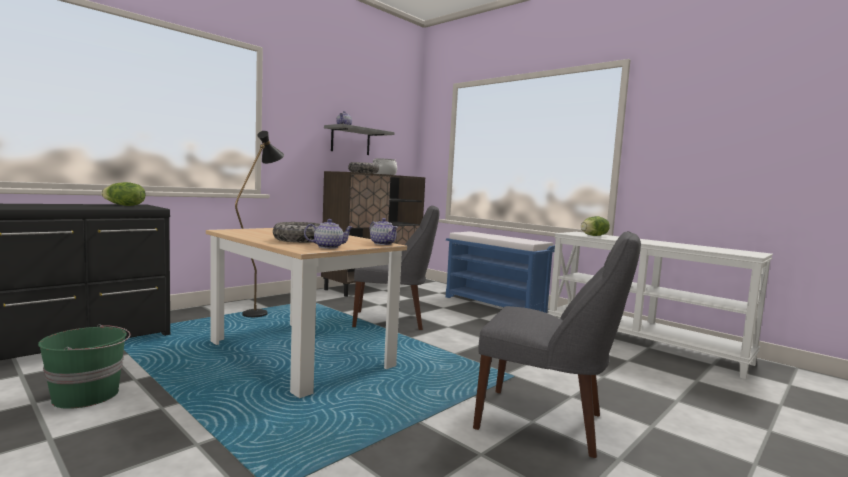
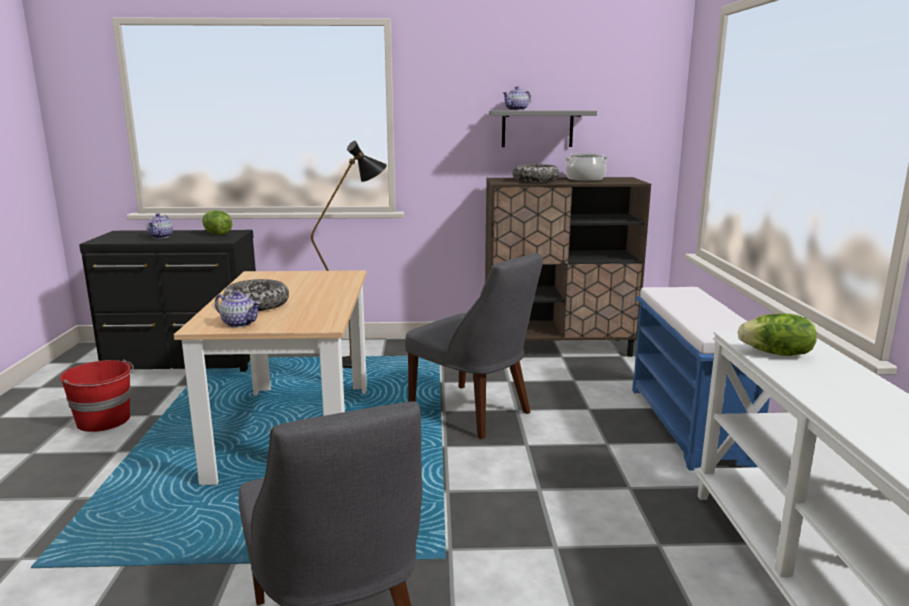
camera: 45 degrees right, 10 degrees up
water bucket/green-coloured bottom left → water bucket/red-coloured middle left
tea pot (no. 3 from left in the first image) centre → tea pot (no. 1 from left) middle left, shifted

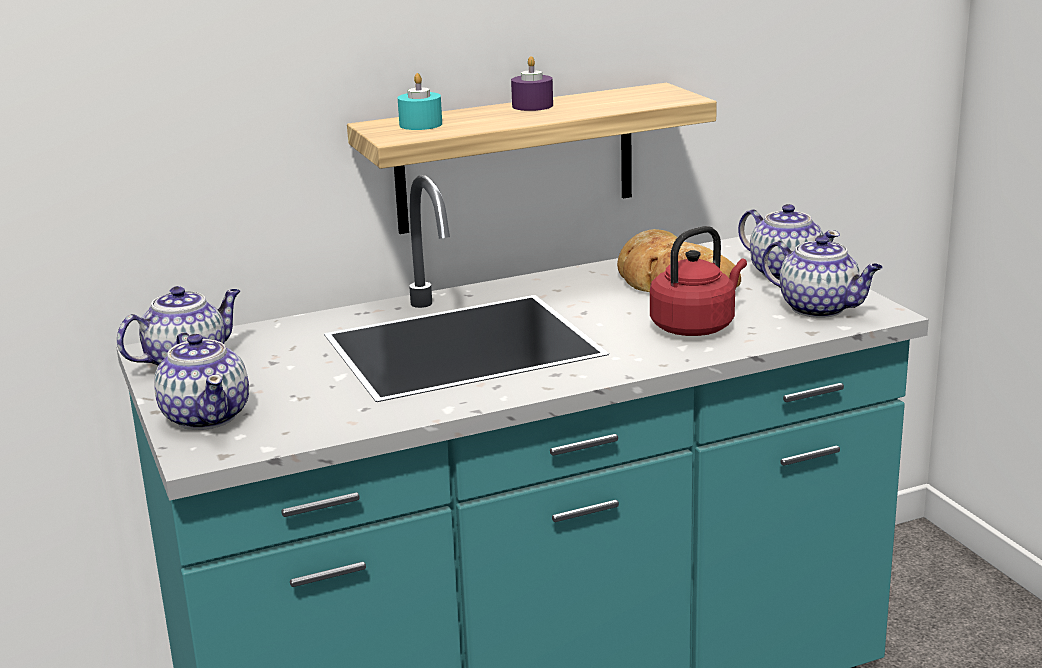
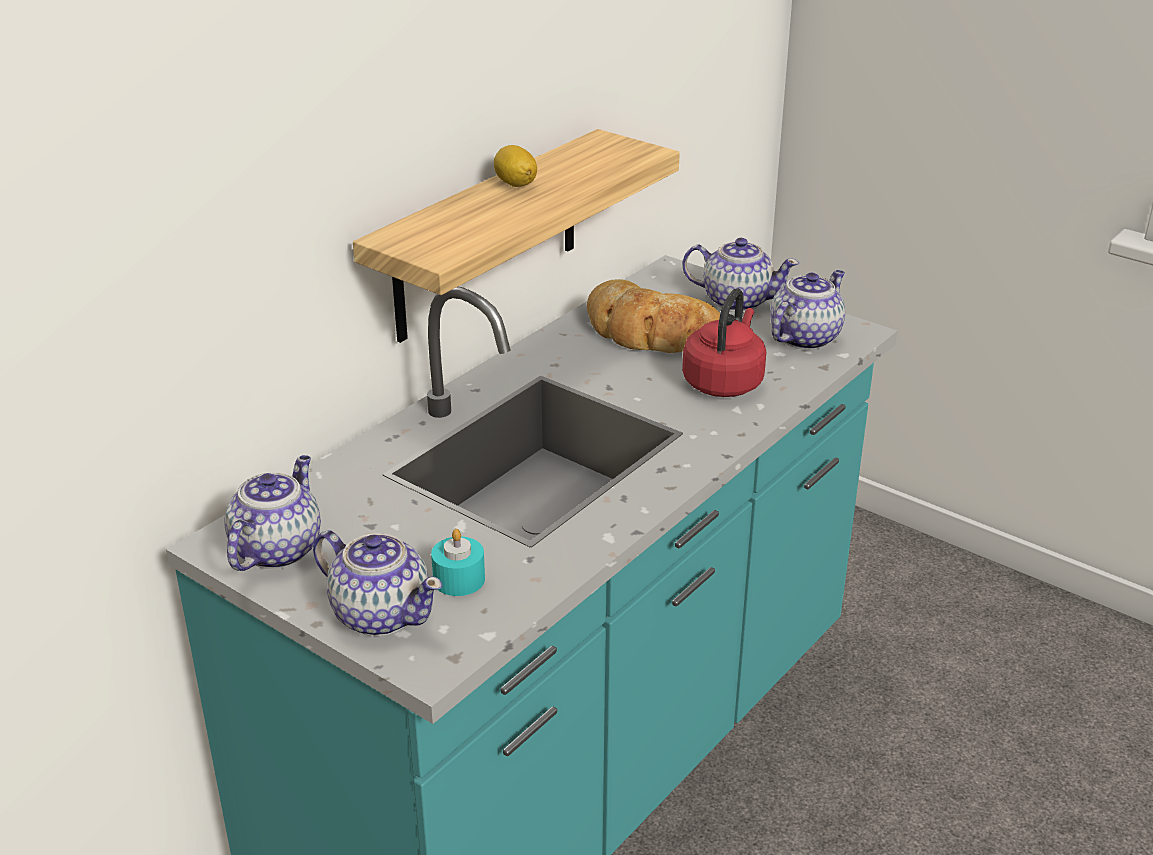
camera: 30 degrees left, 10 degrees up
wax candle/turquoise top centre → wax candle/turquoise centre, shifted
wax candle/purple top centre → citrus fruit top centre
tea pot (no. 4 from left) middle right, 60 degrees counterclockwise

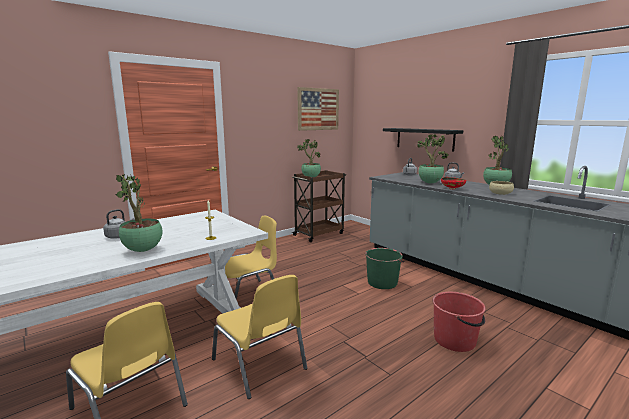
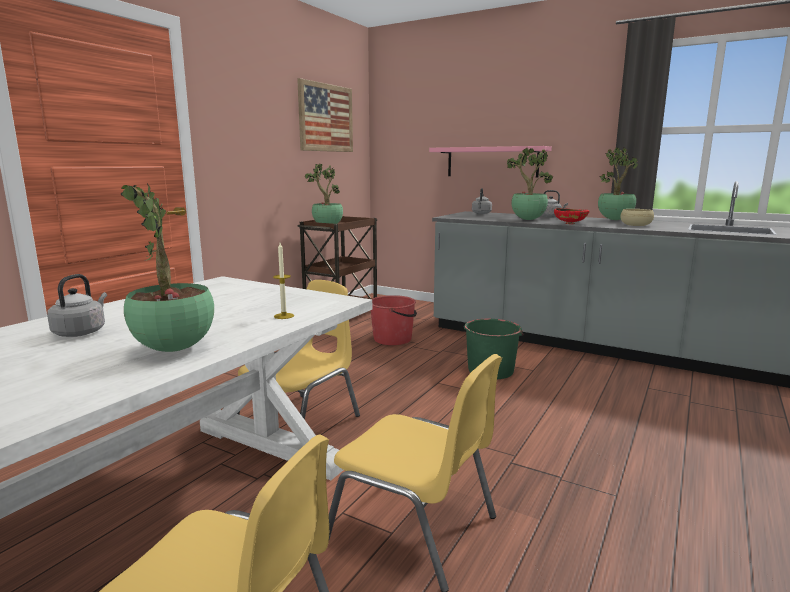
camera: 20 degrees left, 0 degrees up
shelf/blackish middle right → shelf/pinkish top centre
water bucket/red-coloured bottom right → water bucket/red-coloured centre, shifted

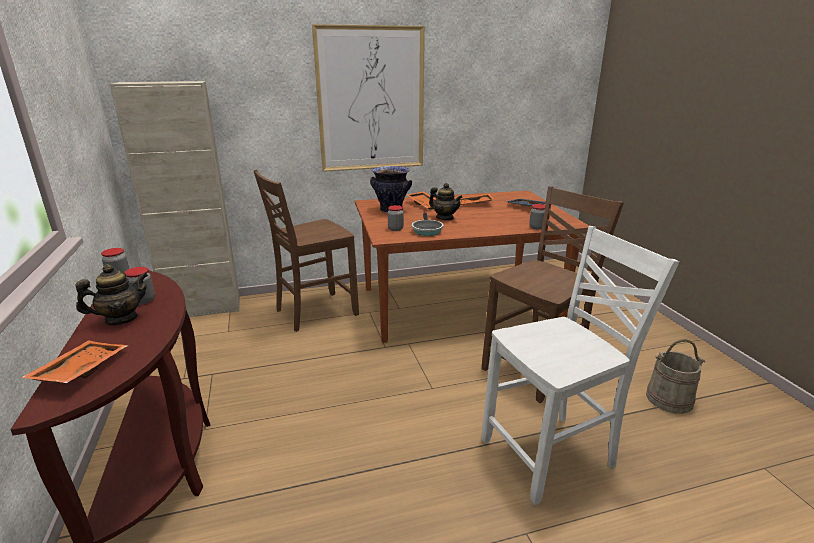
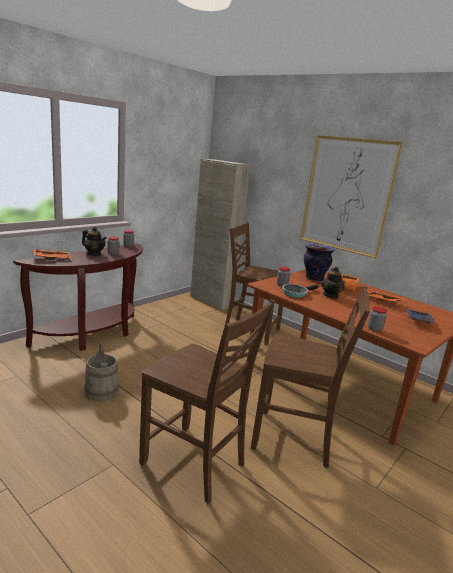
camera: 55 degrees right, 5 degrees down
plain chair/white bottom right → plain chair/brownish (no. 1 from left) bottom centre
water bucket/beige-coloured bottom right → water bucket/beige-coloured middle left, shifted

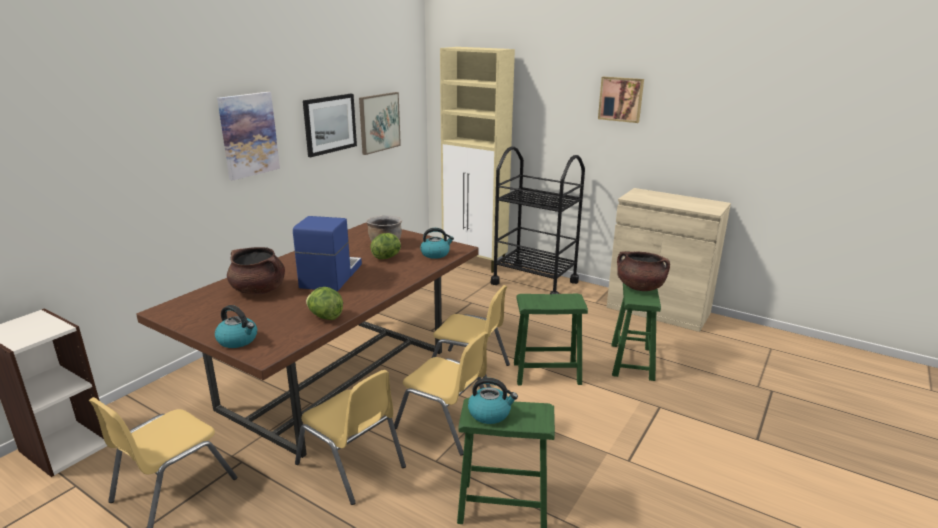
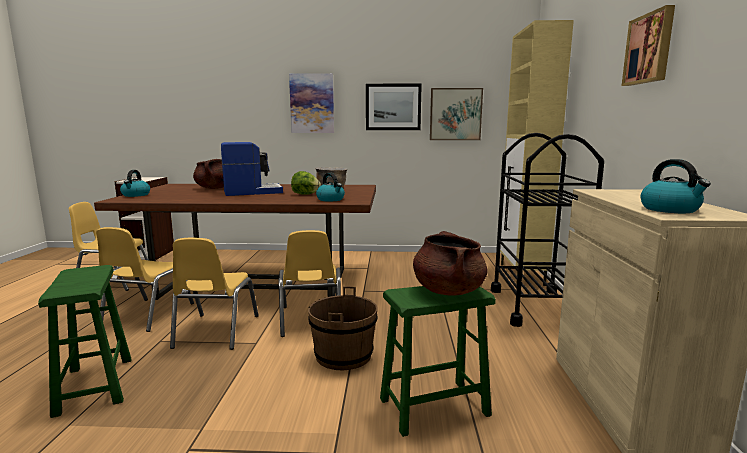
camera: 60 degrees right, 10 degrees down
lettuce head (no. 1 from left) centre → -
kettle (no. 3 from left) bottom centre → kettle (no. 3 from left) middle right, shifted
stool/green-coloured (no. 2 from left) centre → water bucket/brownish bottom centre

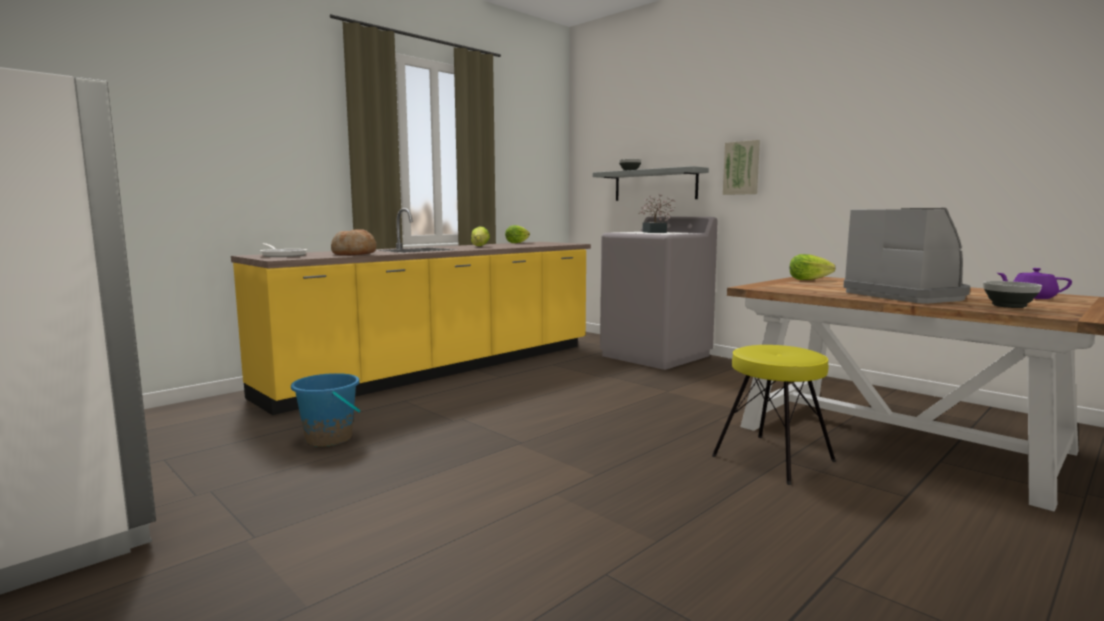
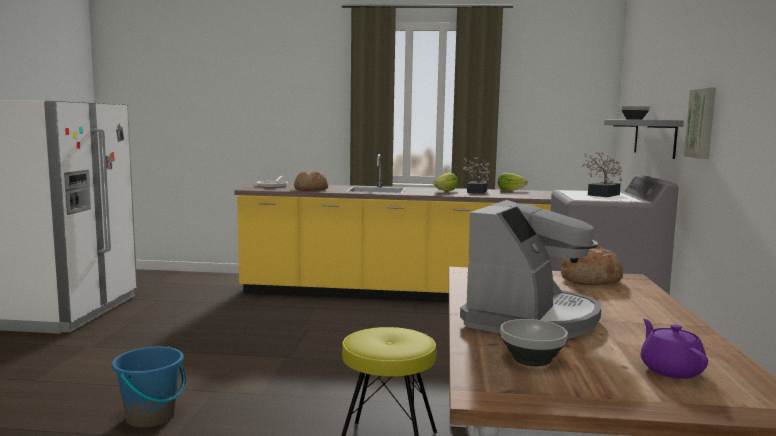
camera: 50 degrees right, 0 degrees up
water bucket/blue middle left → water bucket/blue bottom left, shifted
lettuce head (no. 3 from left) middle right → bakery bread (no. 2 from left) middle right
- → plant in a pot (no. 1 from left) centre

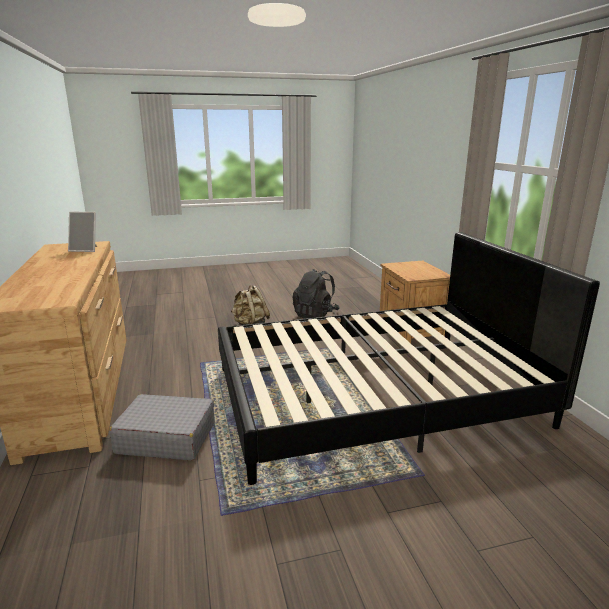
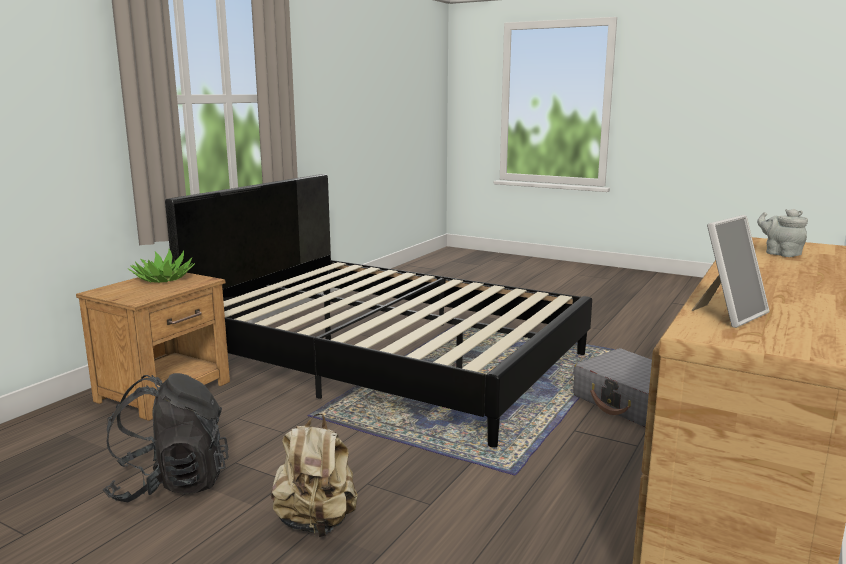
camera: 135 degrees left, 5 degrees down
picture frame middle left → picture frame middle right, 90 degrees clockwise
- → plant in a pot middle left
- → tea pot/gray middle right

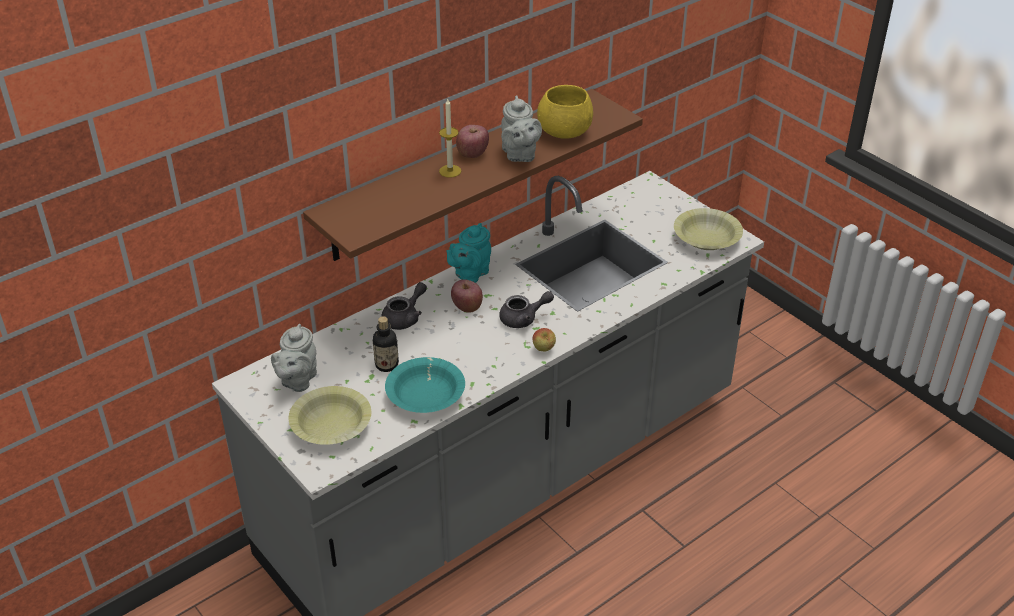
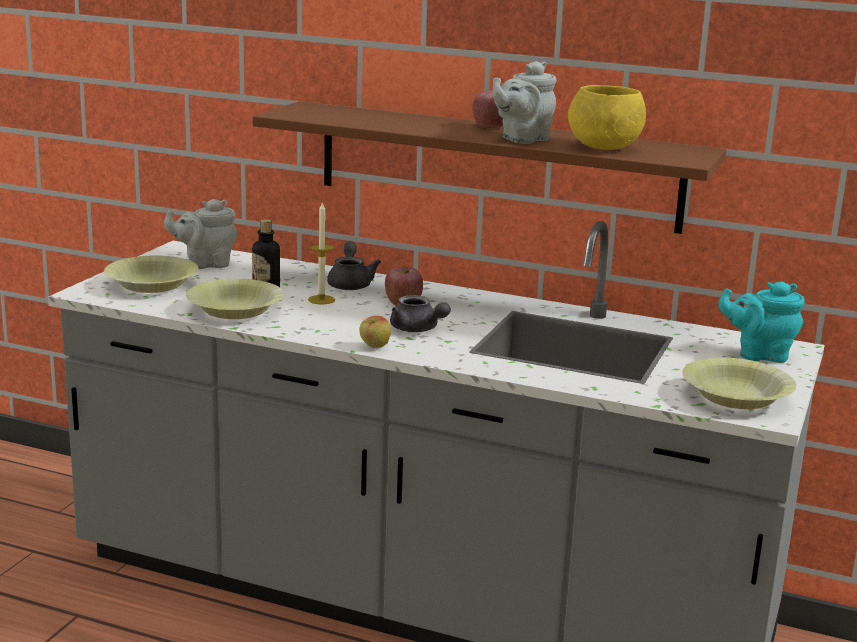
camera: 60 degrees right, 20 degrees down
tea pot/gray (no. 2 from left) centre, 105 degrees counterclockwise
serving bowl/turquoise centre → serving bowl/yellow-coloured (no. 2 from left) middle left
wax candle top centre → wax candle centre, shifted
tea pot/turquoise centre → tea pot/turquoise middle right, shifted

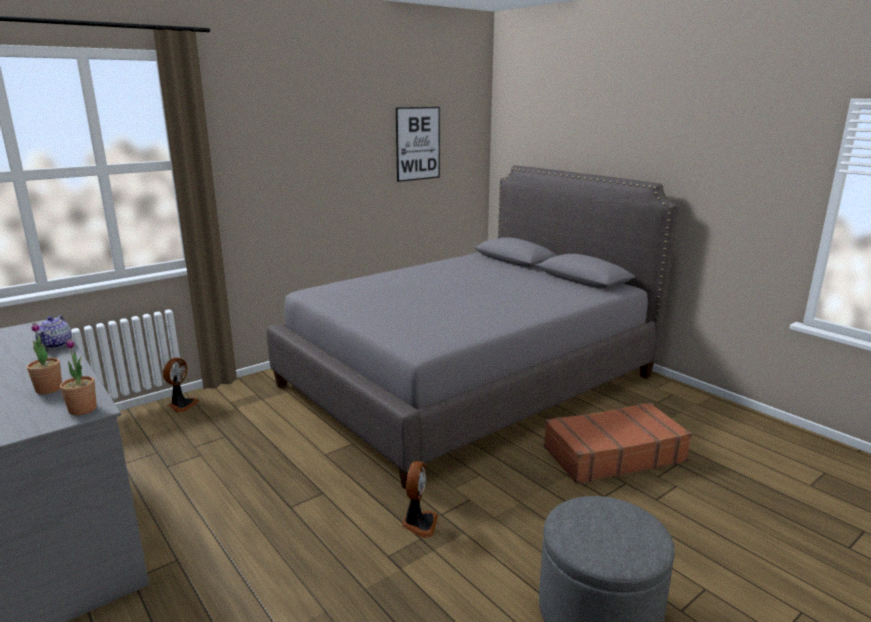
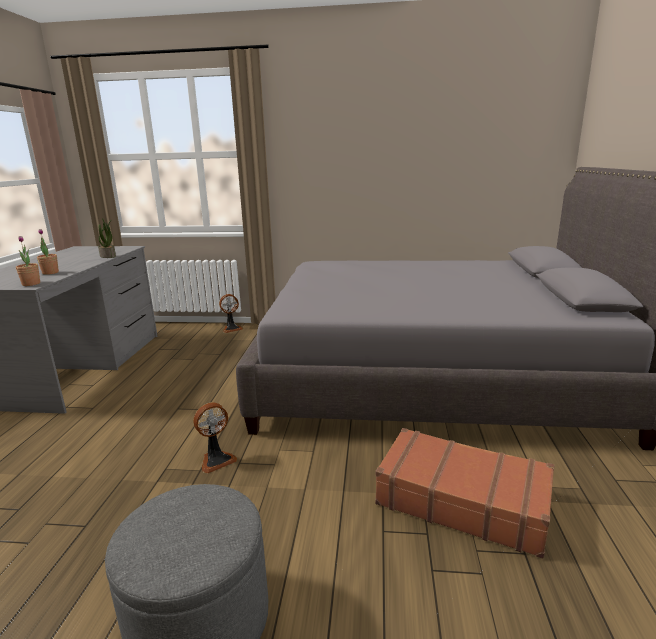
camera: 45 degrees right, 0 degrees up
tea pot middle left → plant in a pot (no. 3 from left) middle left
wall art top centre → -

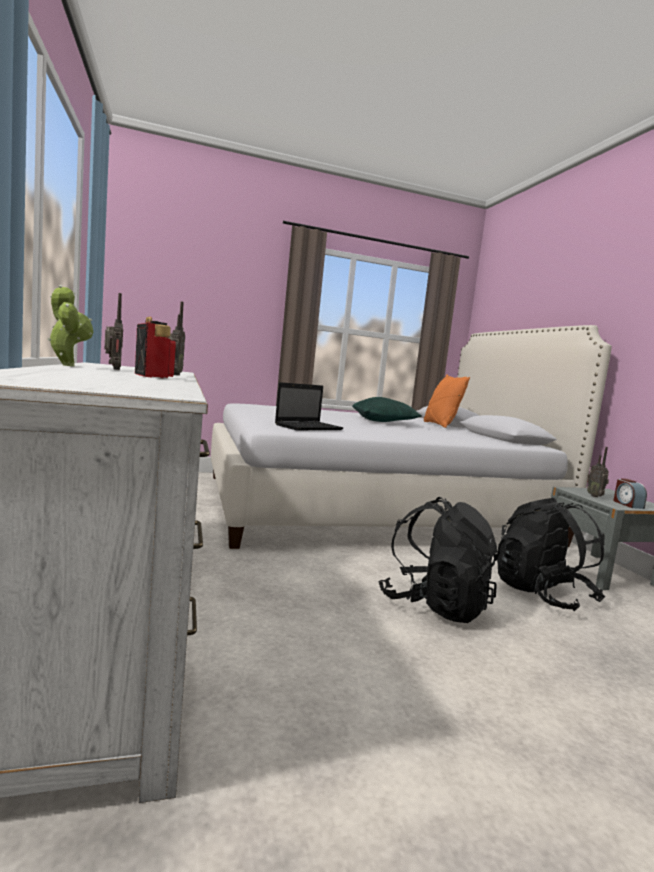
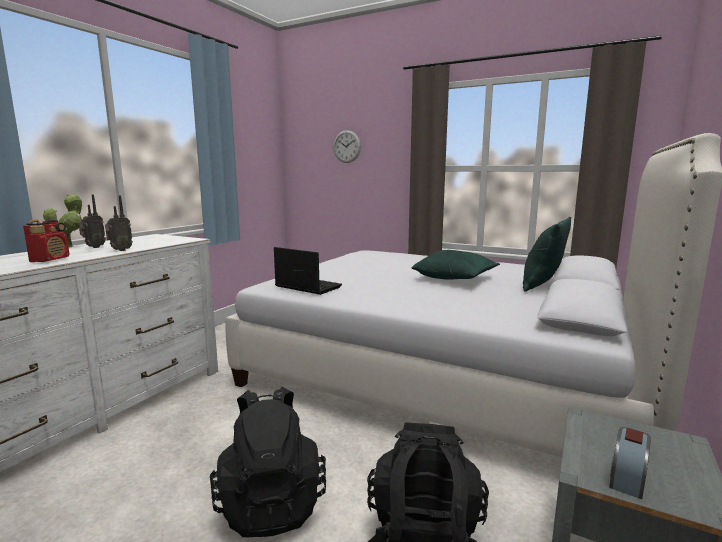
camera: 45 degrees right, 5 degrees up
laptop centre, 150 degrees counterclockwise
pillow/orange-coloured middle right → pillow/green-coloured (no. 2 from left) middle right
radio receiver (no. 4 from left) middle right → -
- → hanging clock top centre

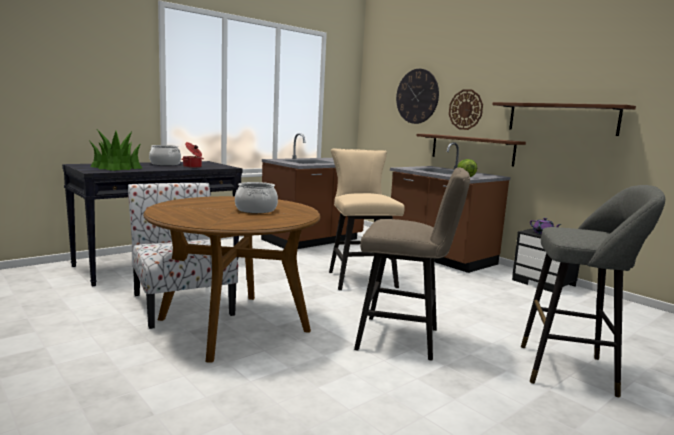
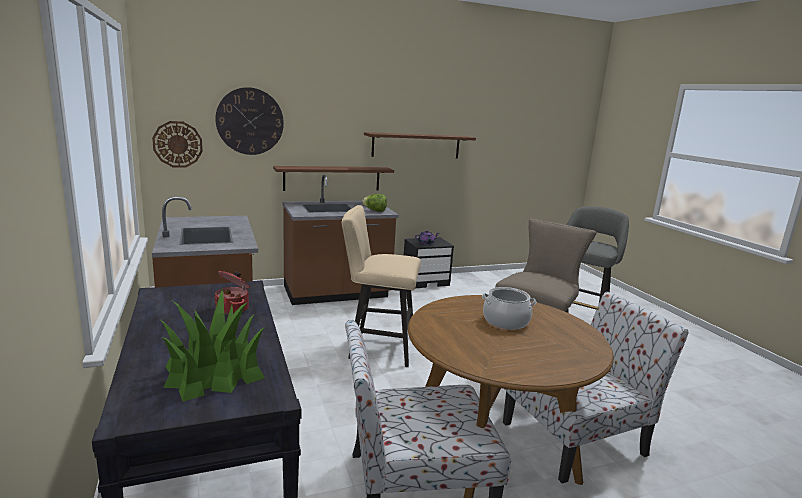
camera: 70 degrees left, 5 degrees up
stockpot (no. 1 from left) middle left → -
hanging clock (no. 2 from left in the first image) top right → hanging clock (no. 1 from left) top left, shifted
- → plain chair (no. 2 from left) bottom right

